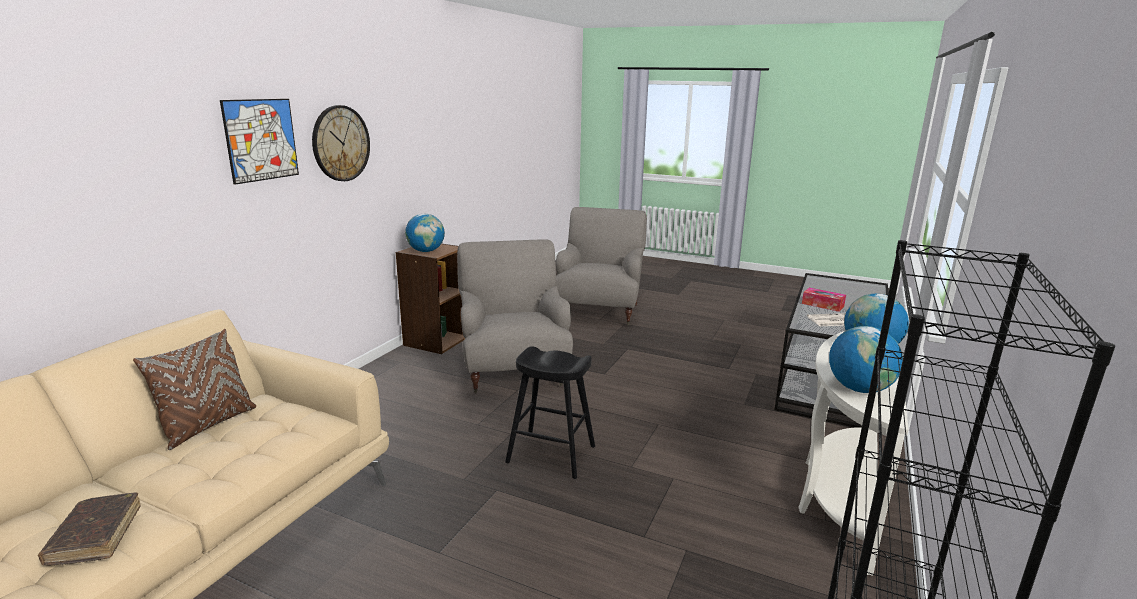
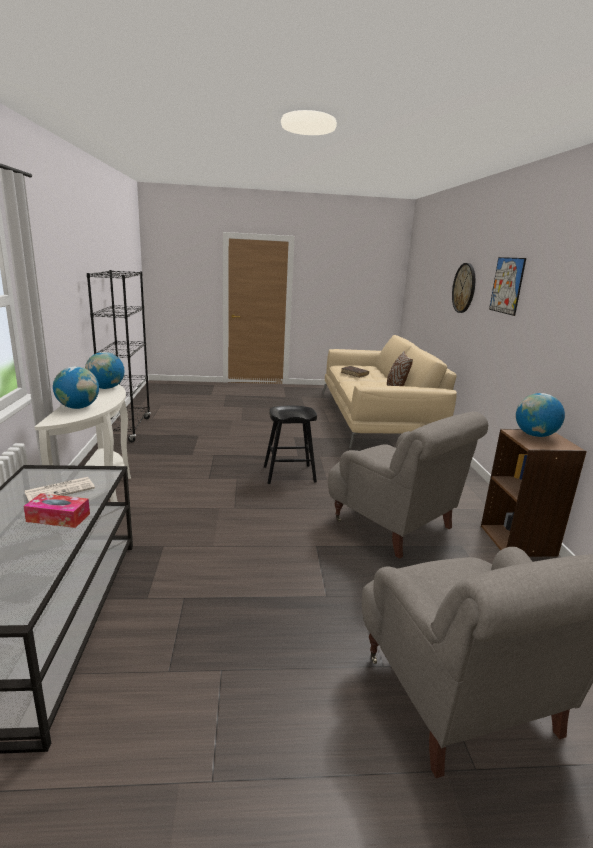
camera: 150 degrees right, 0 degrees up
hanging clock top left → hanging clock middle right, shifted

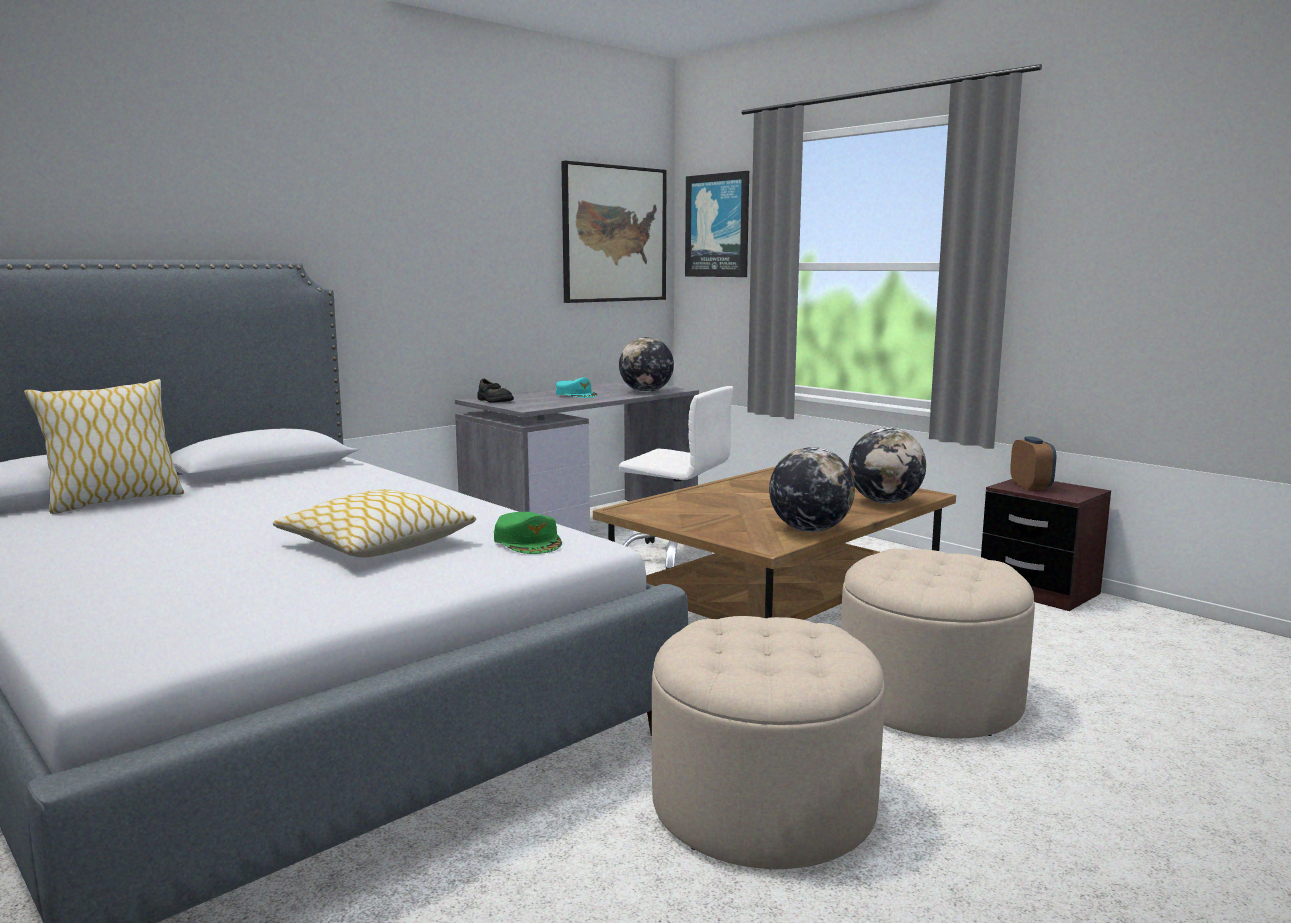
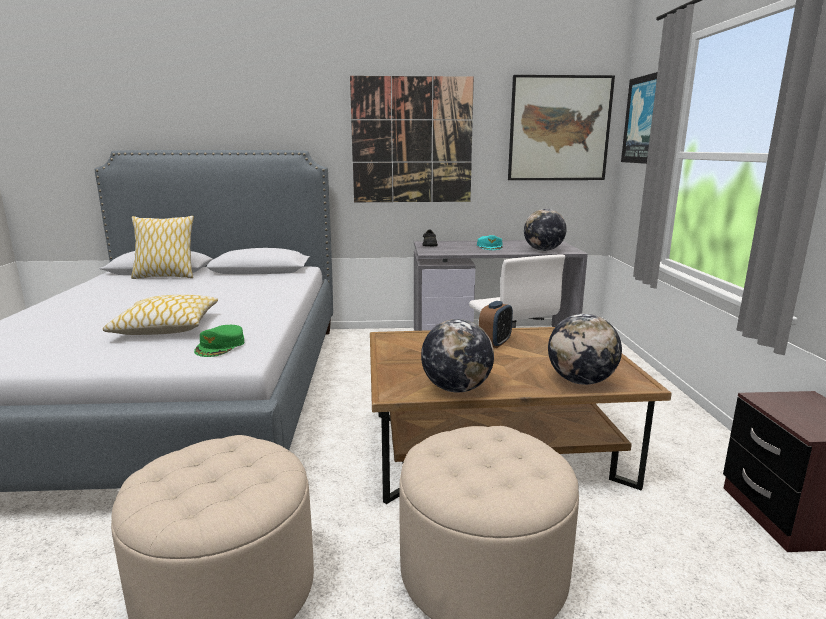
camera: 40 degrees right, 5 degrees up
table clock middle right → table clock centre, shifted
- → wall art (no. 1 from left) top centre

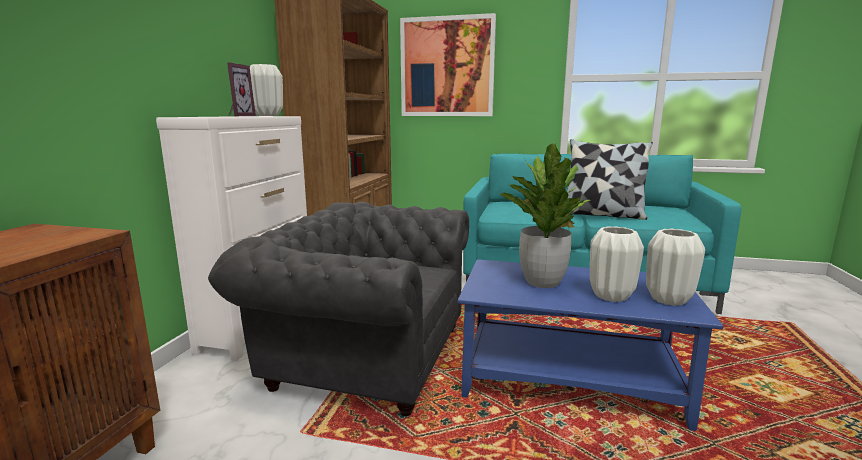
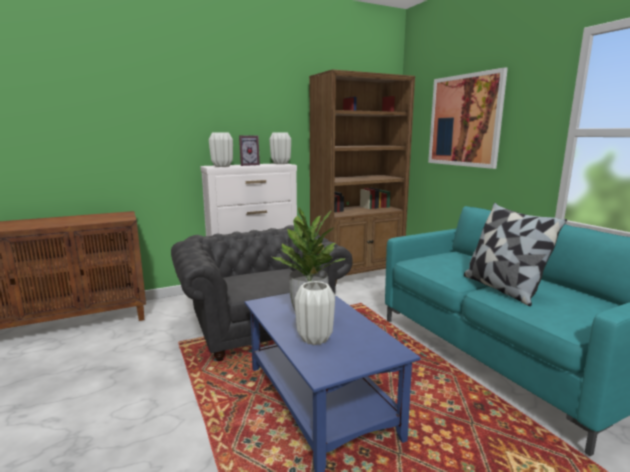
camera: 50 degrees right, 0 degrees up
vase/white (no. 3 from left in the first image) middle right → vase/white (no. 1 from left) top centre, shifted

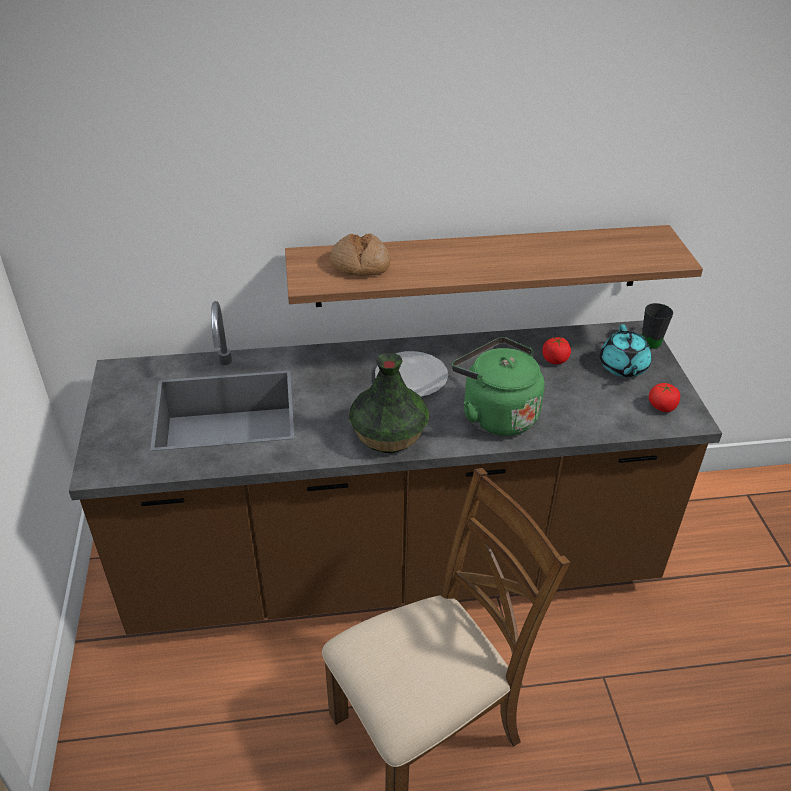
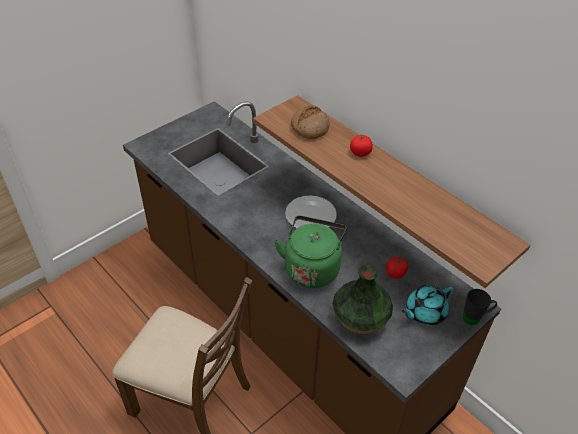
camera: 55 degrees right, 5 degrees up
vase centre → vase bottom centre, shifted
fresh tomato (no. 2 from left in the first image) middle right → fresh tomato (no. 1 from left) centre, shifted

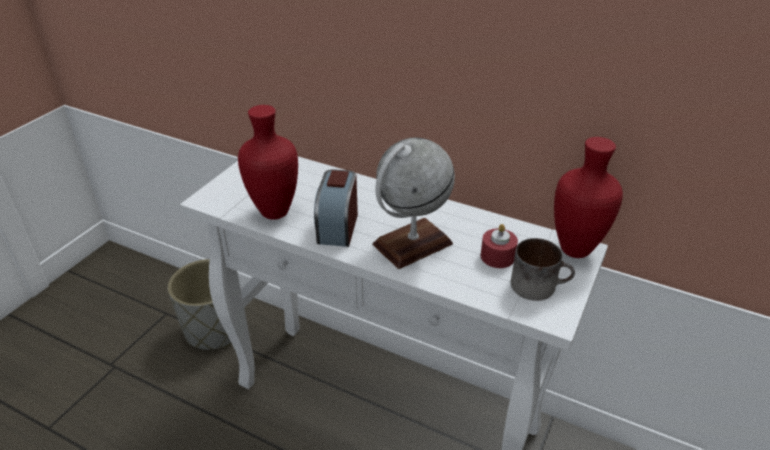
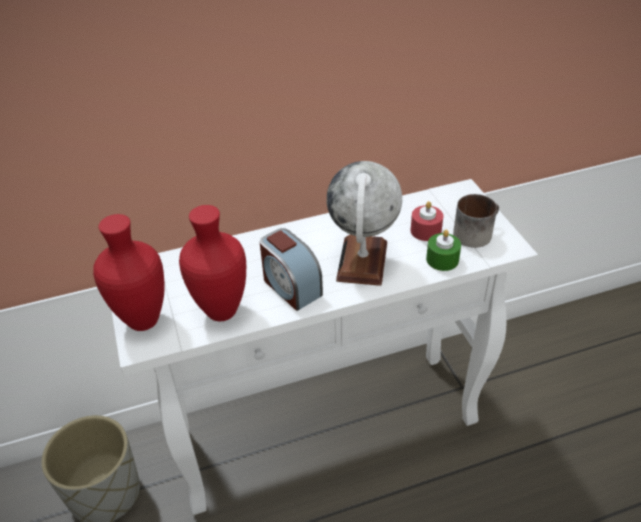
camera: 45 degrees left, 5 degrees up
vase/red-coloured (no. 2 from left in the first image) middle right → vase/red-coloured (no. 1 from left) middle left, shifted
- → wax candle/green-coloured middle right

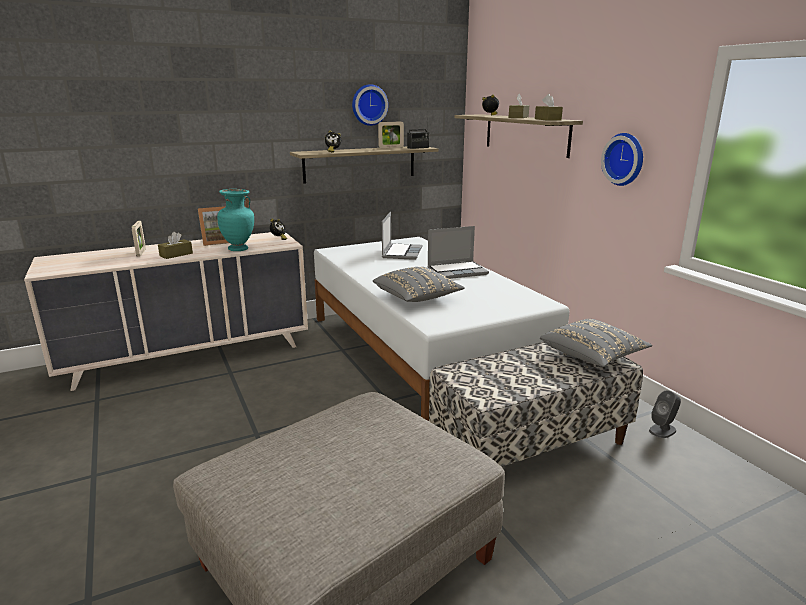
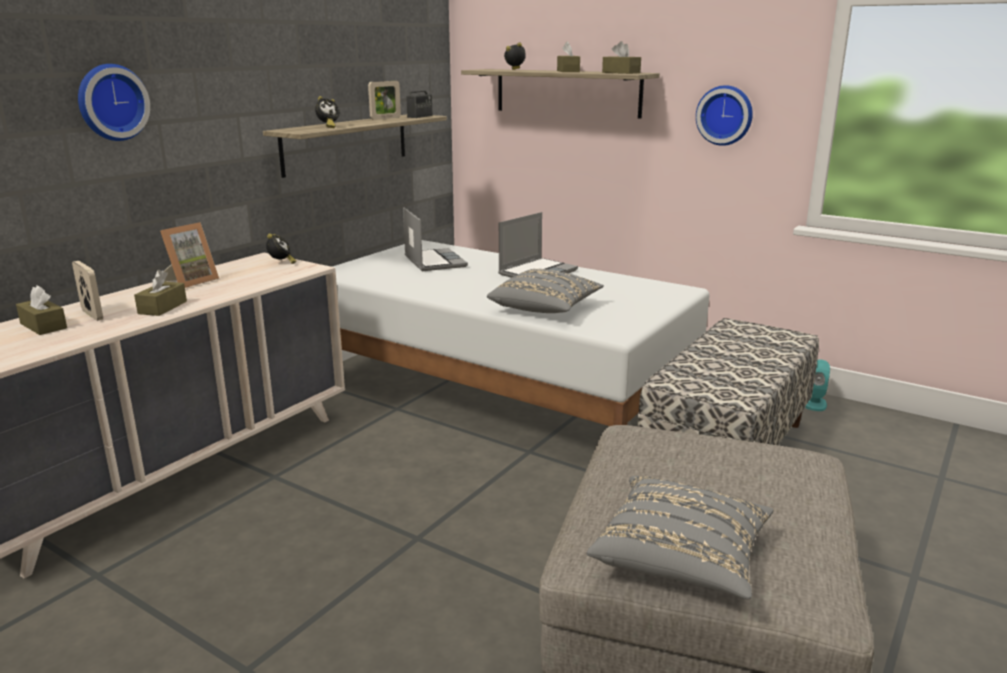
camera: 30 degrees left, 0 degrees up
vase/turquoise middle left → -
hanging clock (no. 1 from left) top centre → hanging clock (no. 1 from left) top left, shifted
pillow/gray (no. 2 from left) middle right → pillow/gray (no. 2 from left) bottom right, shifted
audio speaker/gray bottom right → audio speaker/turquoise middle right
- → tissue box/brownish (no. 1 from left) middle left

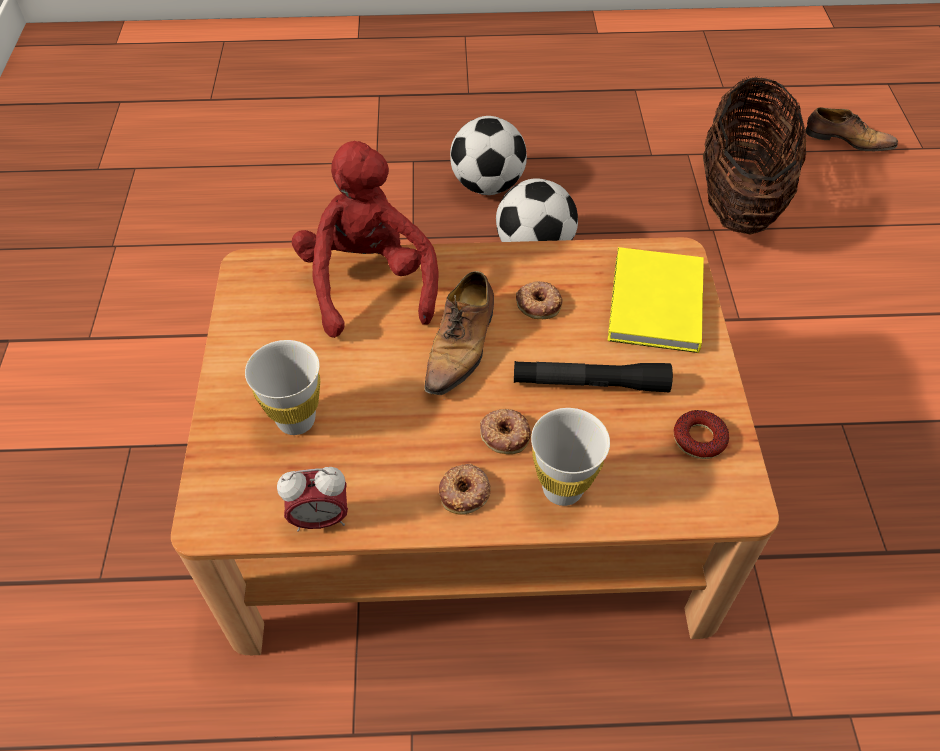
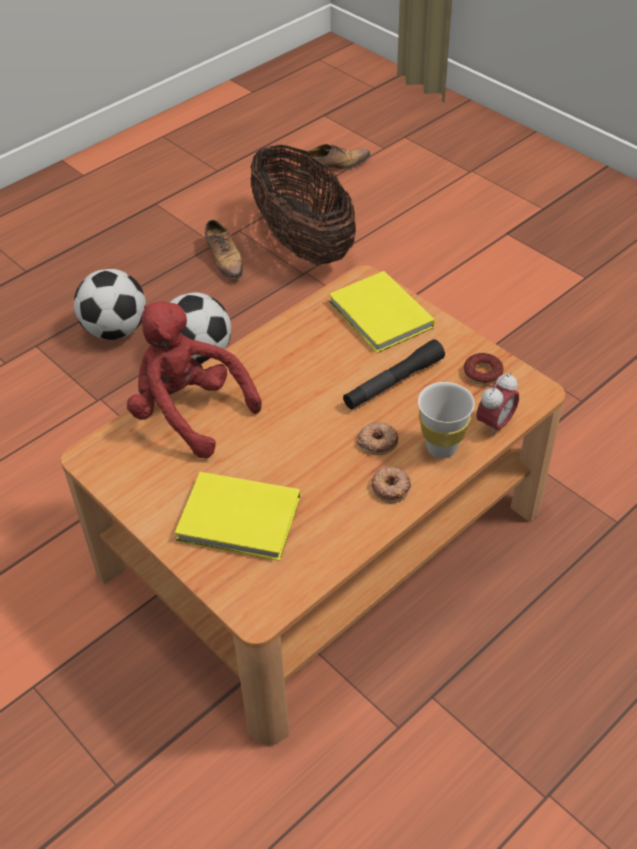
camera: 40 degrees left, 5 degrees down
cup/white (no. 1 from left) middle left → book/yellow-coloured (no. 1 from left) centre
table clock middle left → table clock middle right, shifted
low shoe (no. 1 from left) centre → low shoe (no. 1 from left) top centre, shifted
donut (no. 3 from left) centre → -

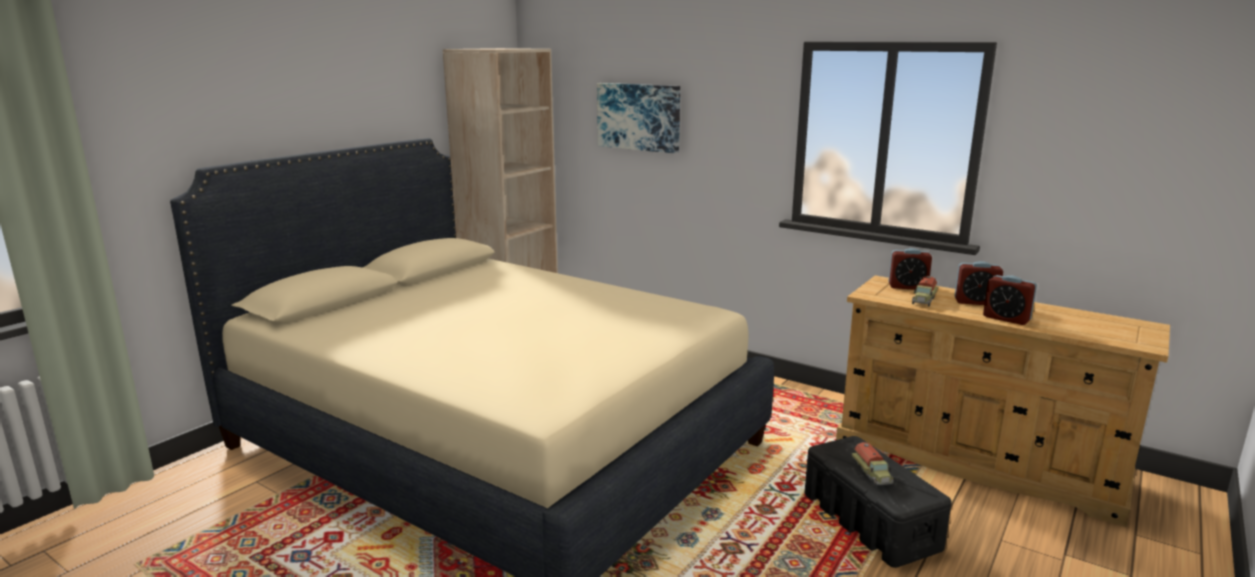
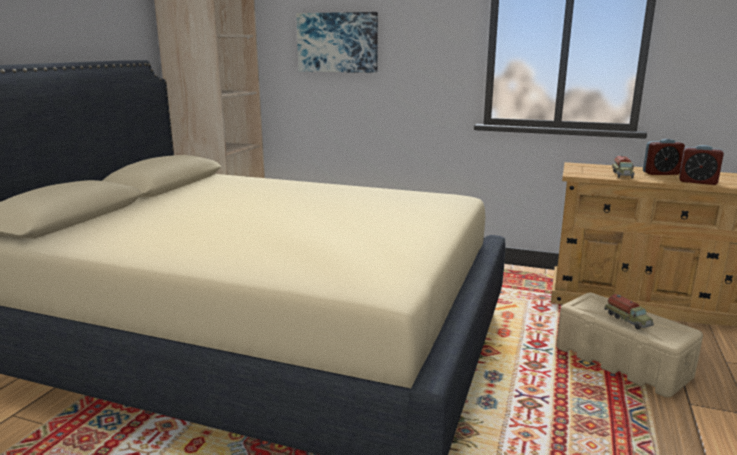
camera: 15 degrees left, 0 degrees up
storage box/blackish bottom right → storage box/beige-coloured bottom right
table clock (no. 1 from left) middle right → -

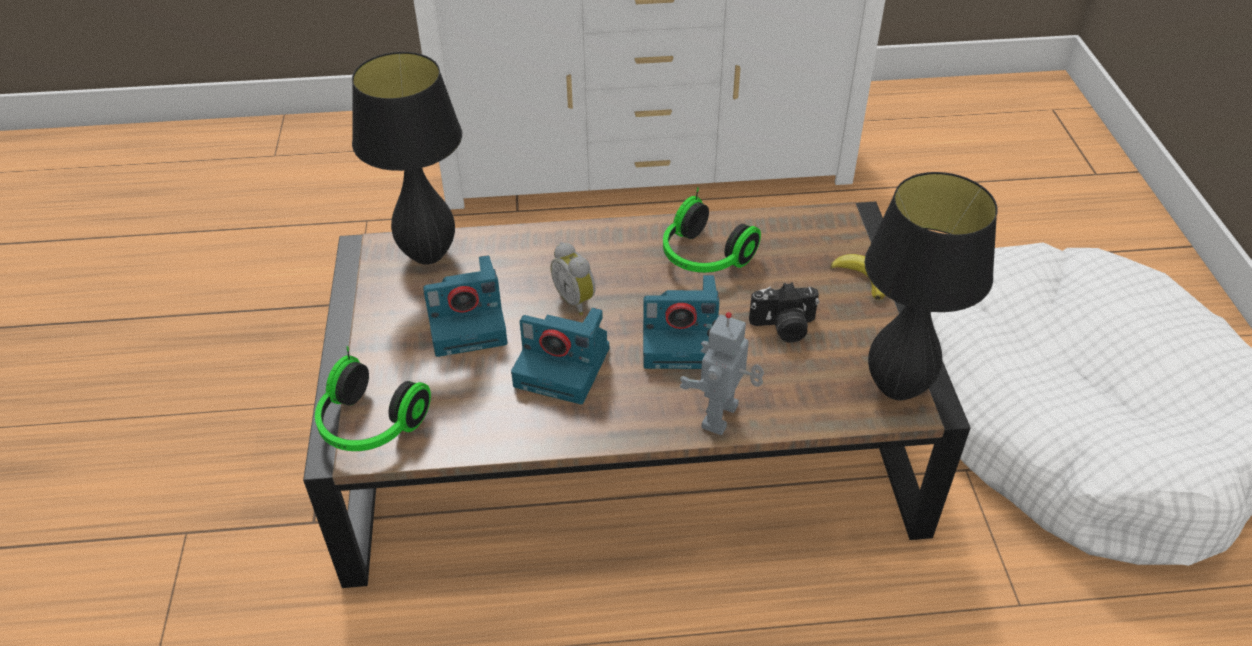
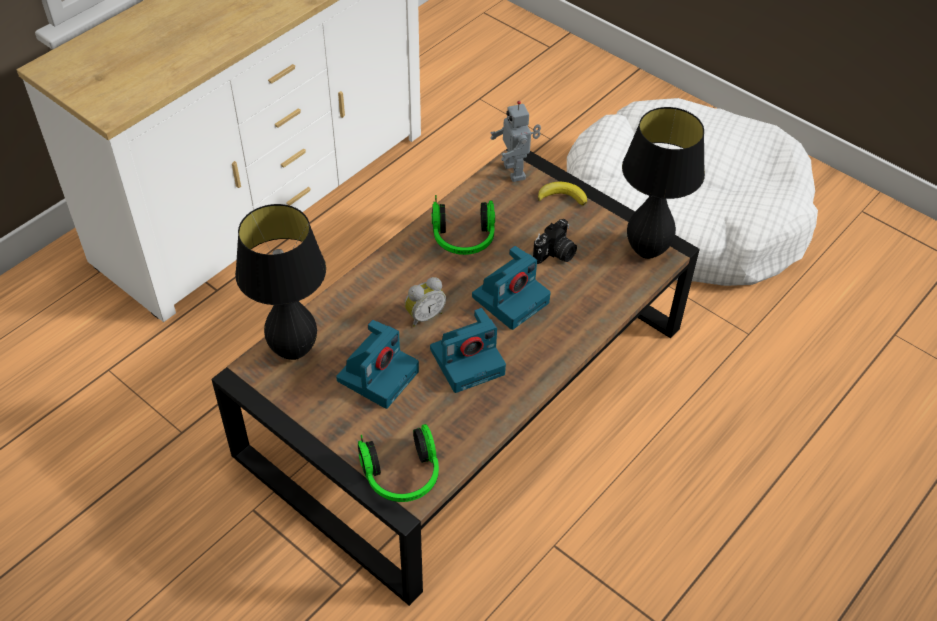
camera: 45 degrees left, 5 degrees up
table clock centre, 45 degrees counterclockwise
model robot centre → model robot top centre, shifted

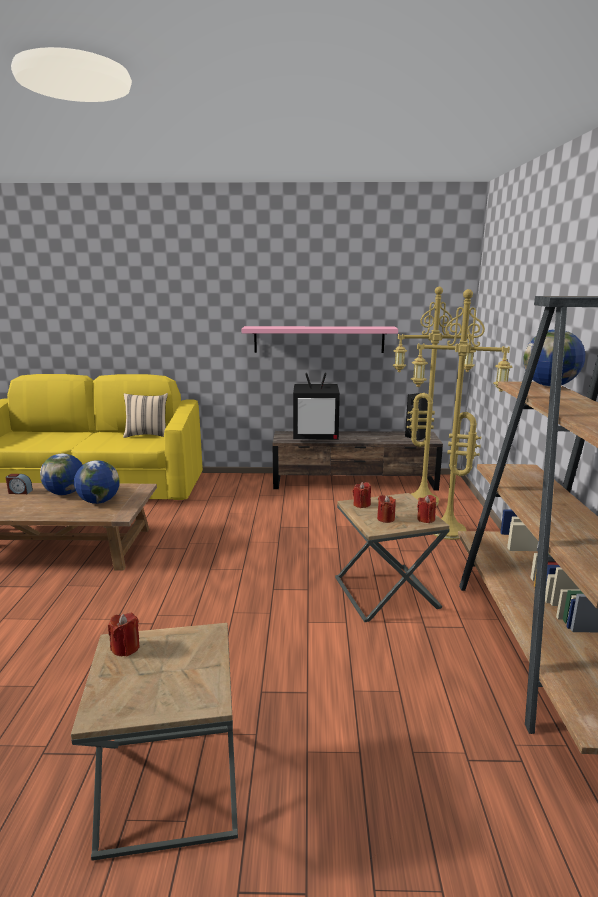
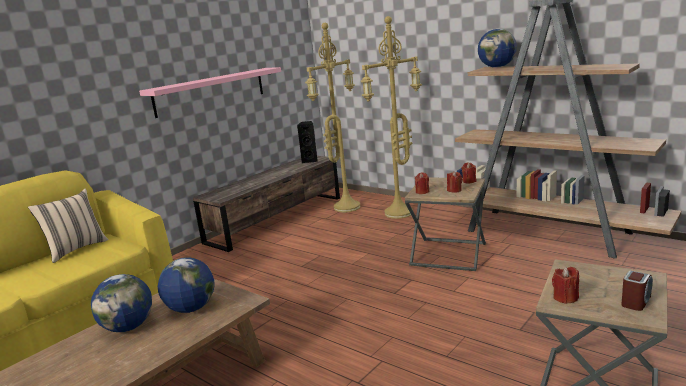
camera: 50 degrees left, 0 degrees up
table clock middle left → table clock bottom right, shifted
television centre → -

